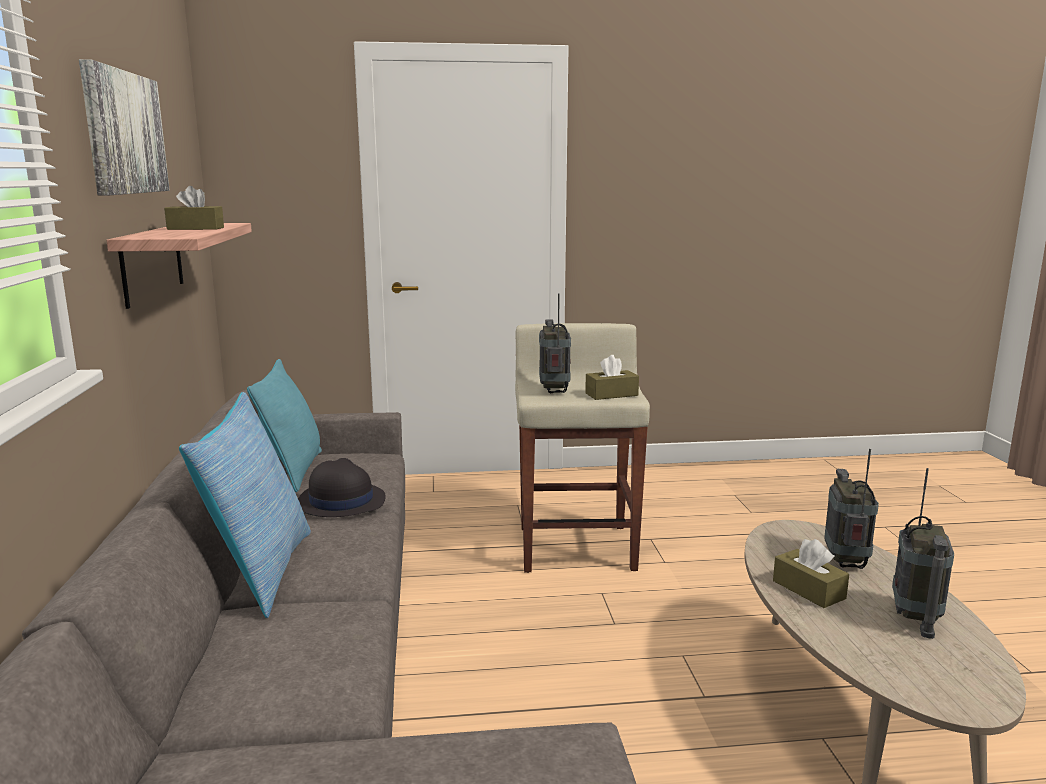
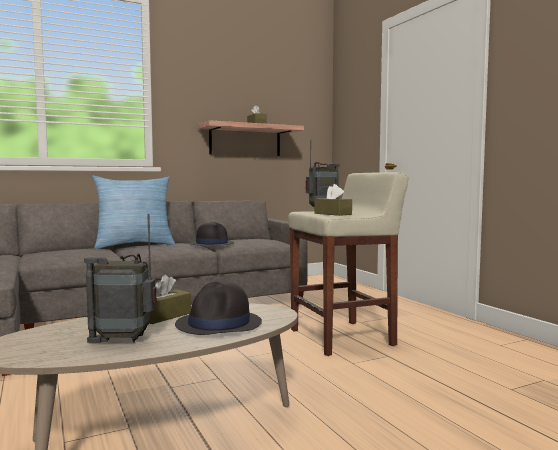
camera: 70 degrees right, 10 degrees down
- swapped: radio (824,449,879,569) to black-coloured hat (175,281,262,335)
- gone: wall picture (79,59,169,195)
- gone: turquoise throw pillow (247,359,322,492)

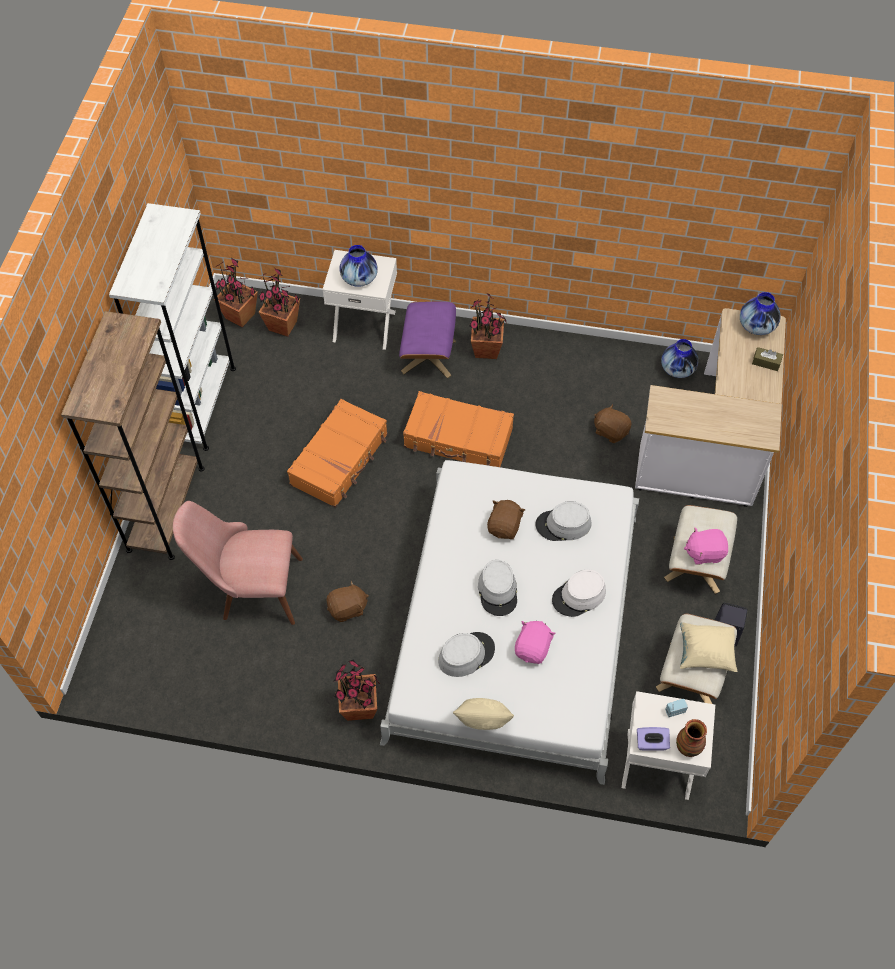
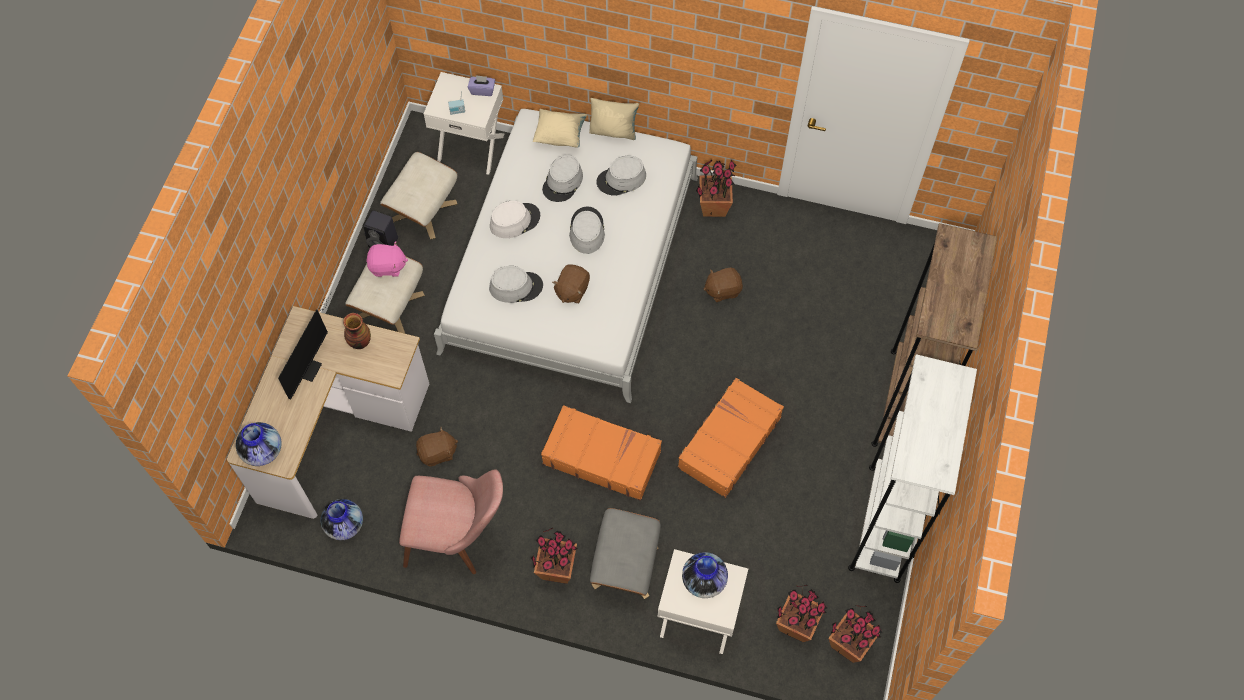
camera: 175 degrees left, 5 degrees up
- new: computer display (278,298,328,400)
- shifted: decorative vase (676,719,707,757) to (343,313,371,349)
- shifted: pinkish chair (173,501,303,625) to (399,470,503,574)
- rotated: brown-coloured cuddly toy (594,404,631,443) = (416,427,458,466) 60 degrees counterclockwise
- shifted: sand-coloured throw pillow (680,622,737,672) to (533,109,587,148)
- swapped: pinkish cuddly toy (515,621,556,664) to grey hat (542,155,583,202)
- repainted: purple-coloured pouffe (399,301,456,378) to grey pouffe (590,508,661,599)
- gone: brown-coloured box of tissues (752,347,783,371)

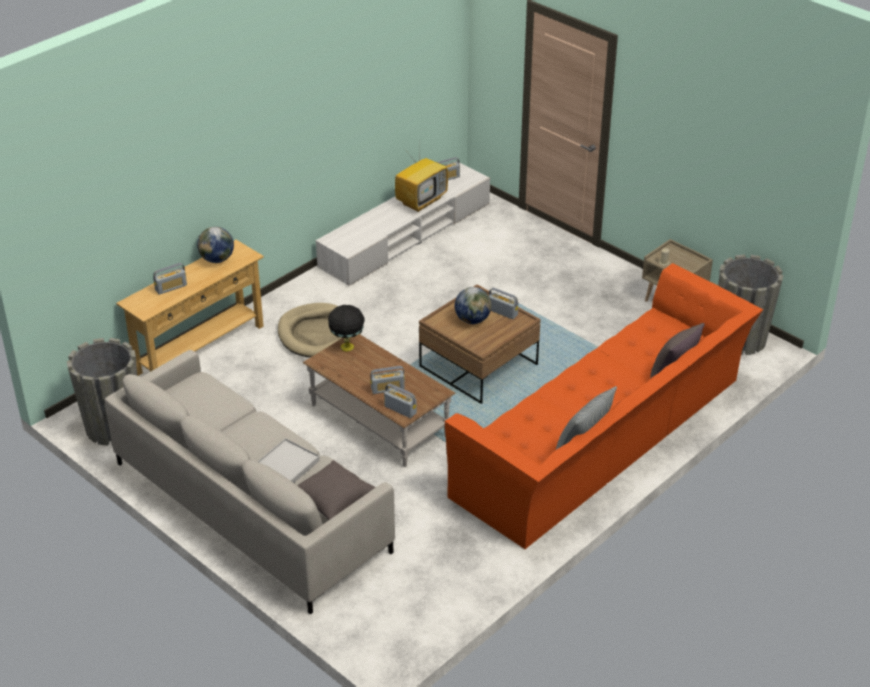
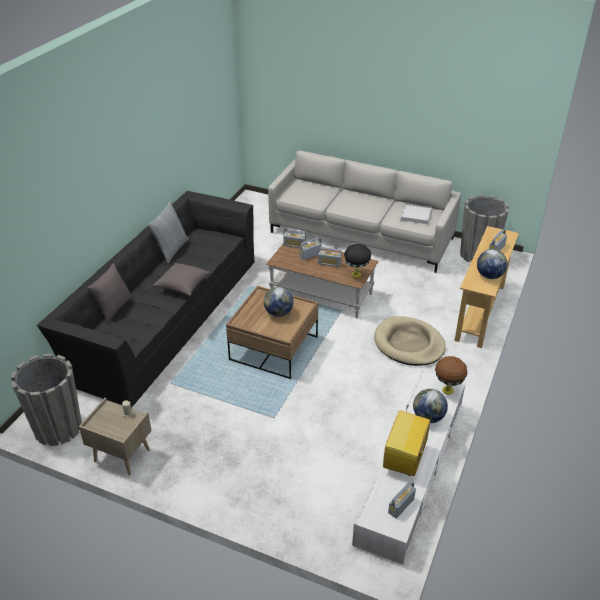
camera: 160 degrees right, 0 degrees up
- repainted: orange settee (445,263,763,549) to black-coloured settee (37,191,254,408)
- shifted: grey throw pillow (297,460,376,520) to (153,263,211,296)
- shifted: radio (489,288,518,319) to (318,247,342,267)
- shifted: whitish carrying tray (257,438,320,483) to (401,203,432,224)
- new: globe (413,389,448,423)
- new: brown-coloured table lamp (435,356,467,395)

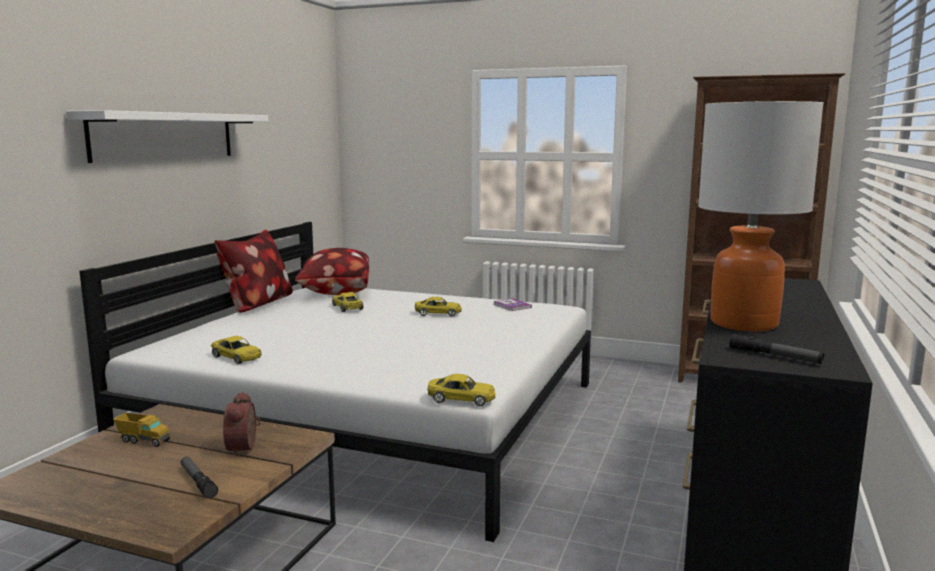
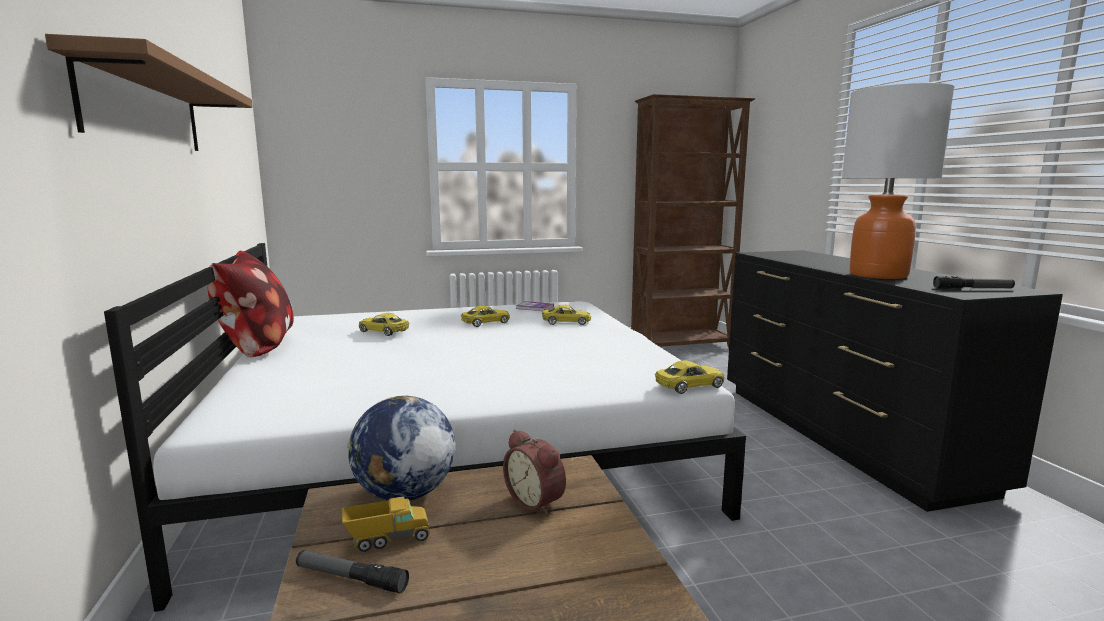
camera: 35 degrees left, 0 degrees up
- repainted: whitish shelf (66,110,269,163) to brown-coloured shelf (45,34,253,151)
- shifted: flashlight (181,457,218,499) to (296,550,409,593)
- new: globe (347,396,455,501)
- shifted: yellow toy car (211,336,261,364) to (542,305,591,325)
- gone: throw pillow (295,248,369,295)

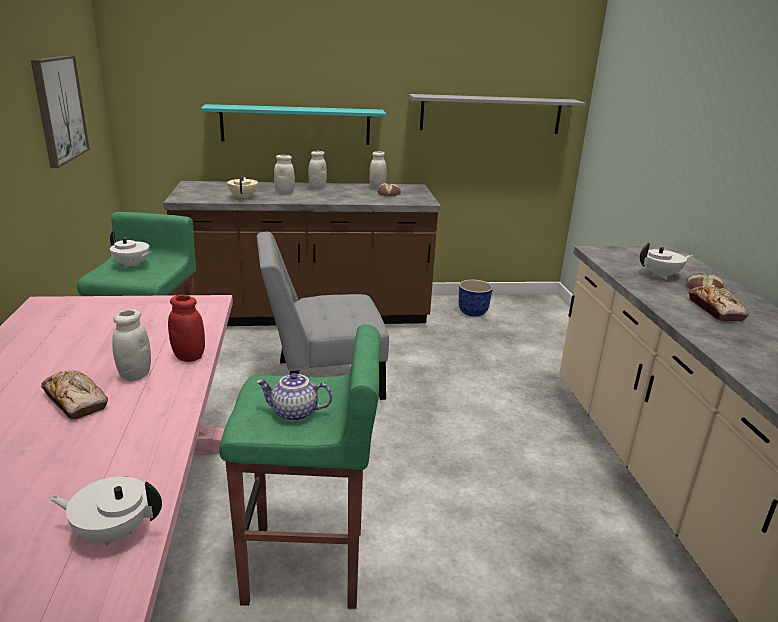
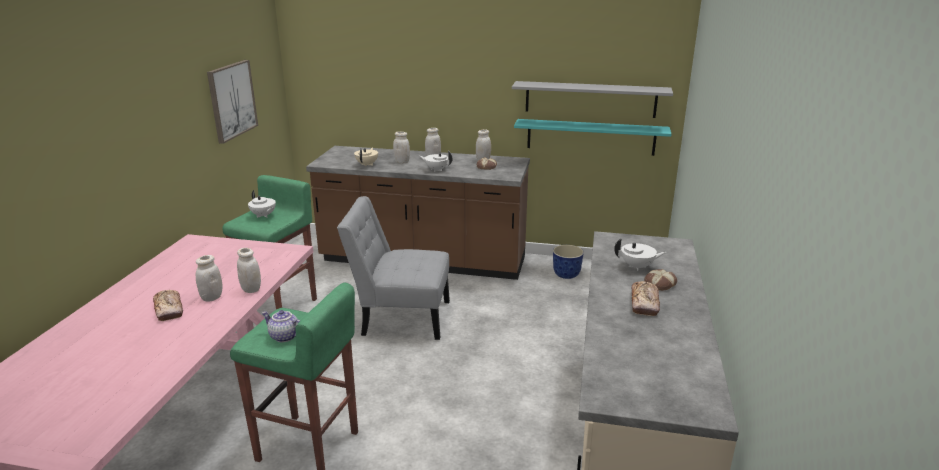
camera: 20 degrees right, 0 degrees up
- repainted: red-coloured preserve jar (168,295,205,362) to whitish preserve jar (237,248,261,293)
- shifted: whitish pot for tea (49,476,162,546) to (420,151,452,172)
- shifted: turquoise shelf (201,104,387,145) to (514,119,671,156)

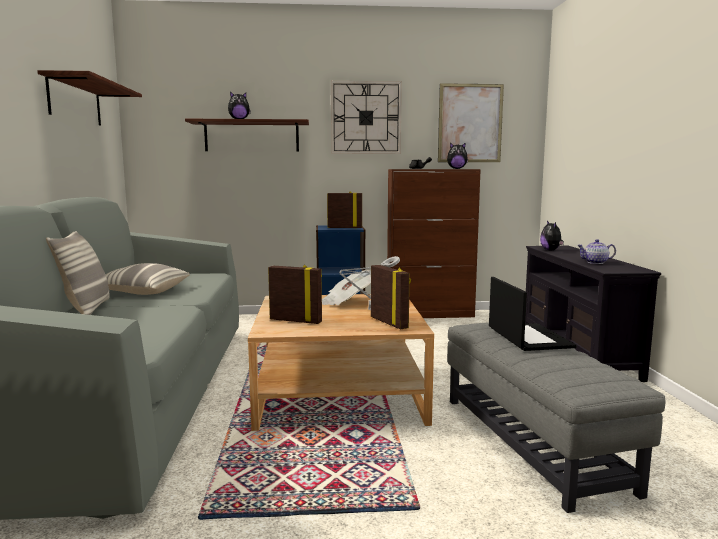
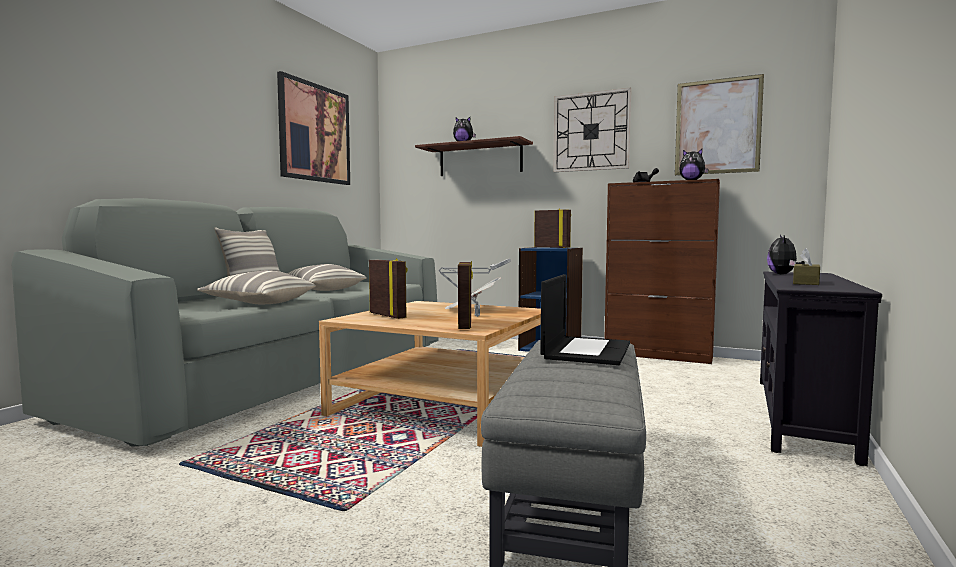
camera: 30 degrees right, 5 degrees down
- new: throw pillow (197,270,316,304)
- swapped: shelf (37,70,142,125) to wall picture (277,71,350,185)
- swapped: pot for tea (577,239,616,264) to brown-coloured box of tissues (793,248,820,285)

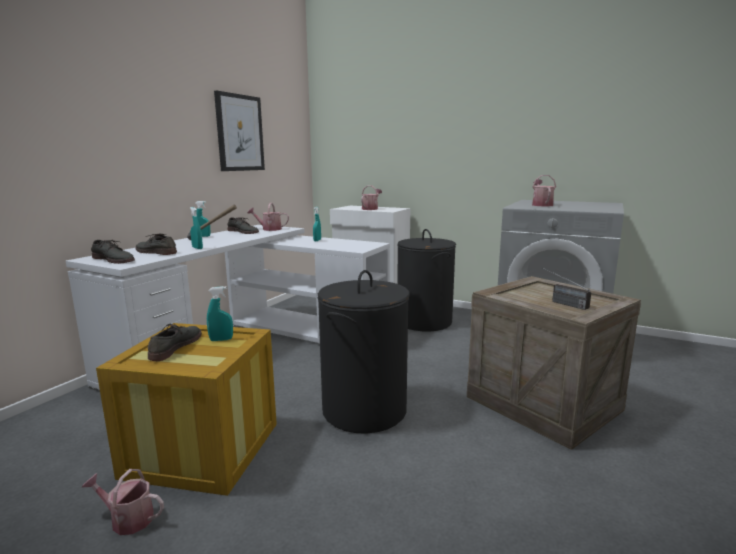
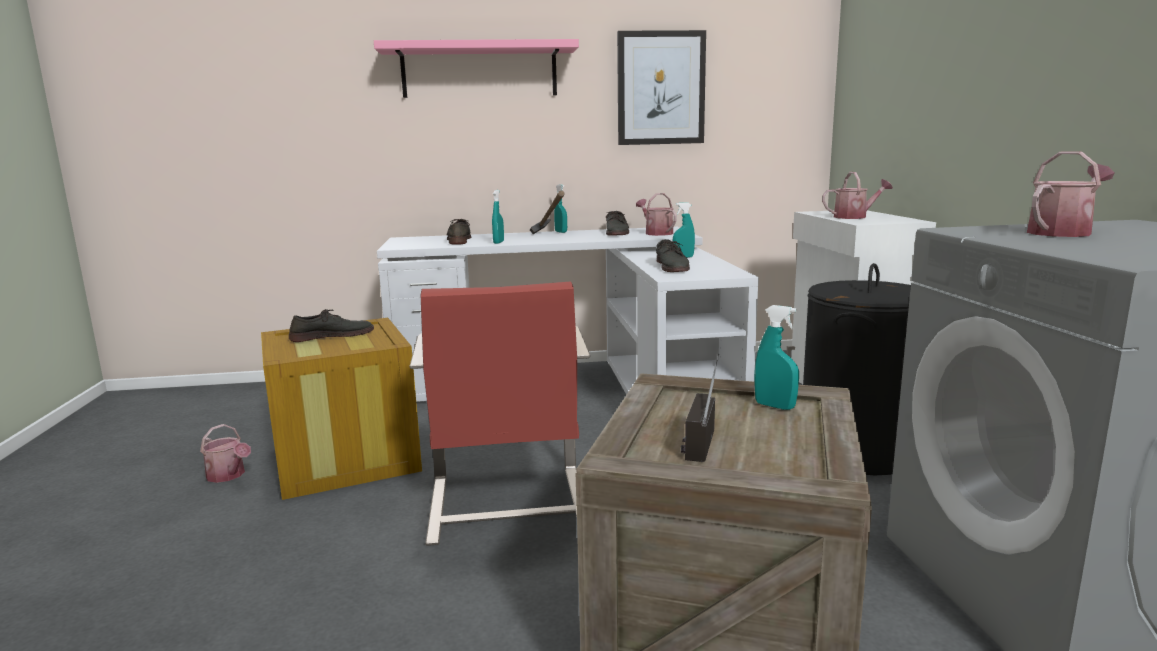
camera: 55 degrees right, 0 degrees up
- rotated: watering can (81,469,164,535) = (200,424,251,483) 150 degrees clockwise
- new: pinkish shelf (374,39,579,98)
- swapped: black-coloured laundry basket (317,270,409,434) to red-coloured chair (410,281,590,546)
- shifted: grey low shoe (91,240,135,264) to (656,239,690,272)
- shifted: turquoise spray bottle (207,286,233,341) to (754,305,799,410)

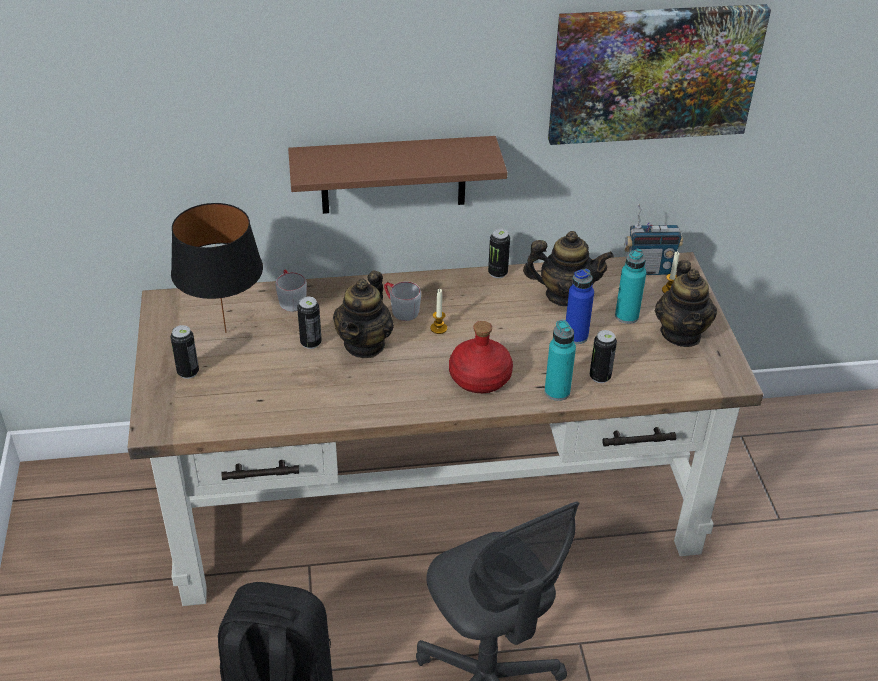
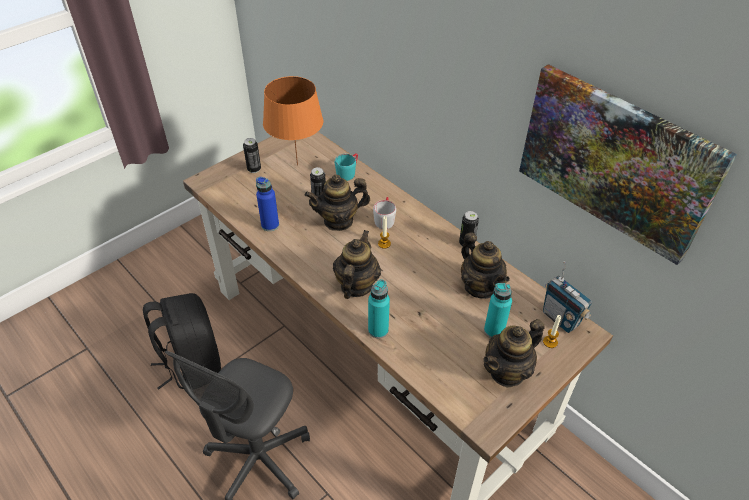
camera: 55 degrees right, 5 degrees up
- shifted: bluish bottle (566,269,594,344) to (256,177,279,231)
- repainted: black-coloured table lamp (171,203,263,333) to orange table lamp (263,76,323,165)
- swapped: red-coloured bottle (449,321,513,393) to pot for tea (333,230,381,299)
- repainted: grey coffee mug (275,270,307,311) to turquoise coffee mug (335,153,358,181)
- gone: brown-coloured shelf (288,136,508,214)
- gone: can (590,330,617,383)

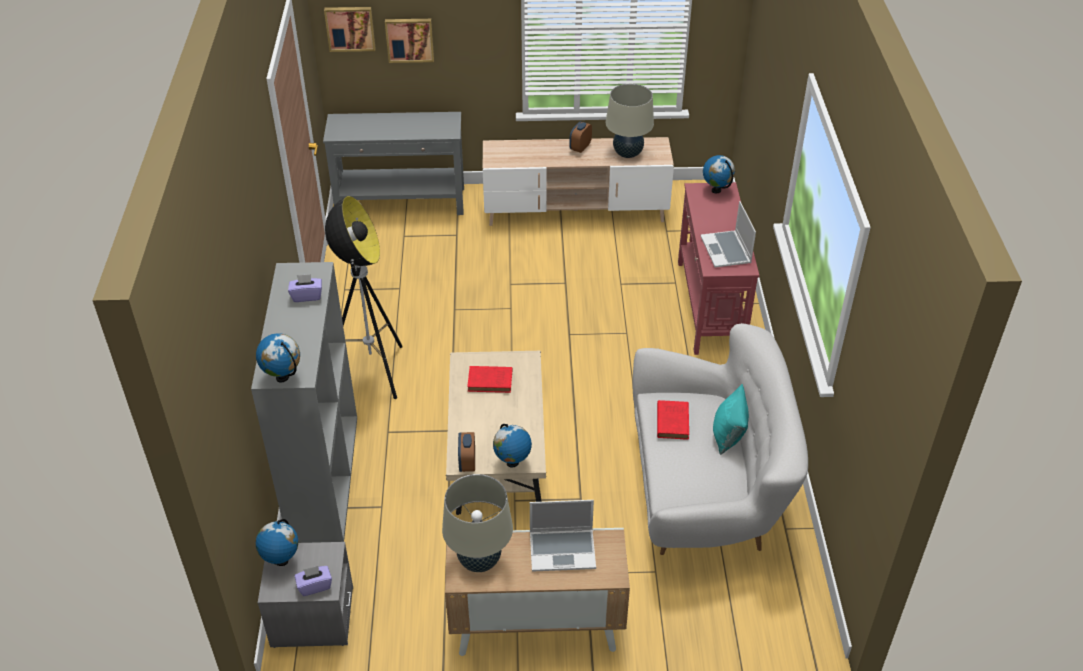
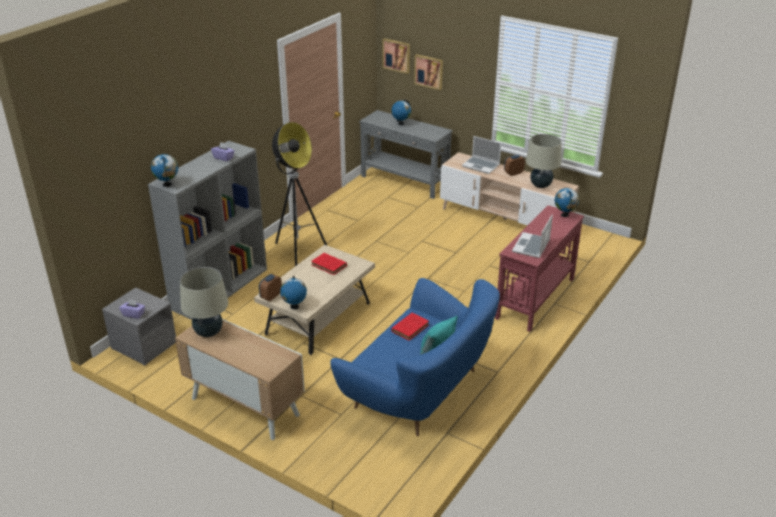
camera: 35 degrees right, 10 degrees down
- repainted: whitish settee (632,323,808,555) to bluish settee (330,278,500,436)
- shifted: globe (256,519,298,566) to (391,100,411,125)
- shifted: notebook computer (530,500,596,572) to (462,136,501,174)

